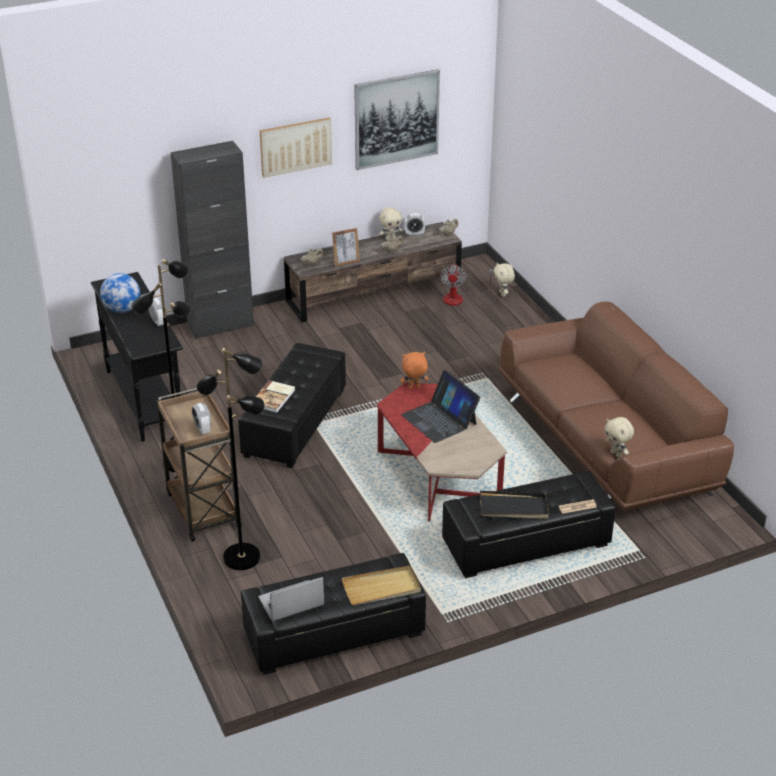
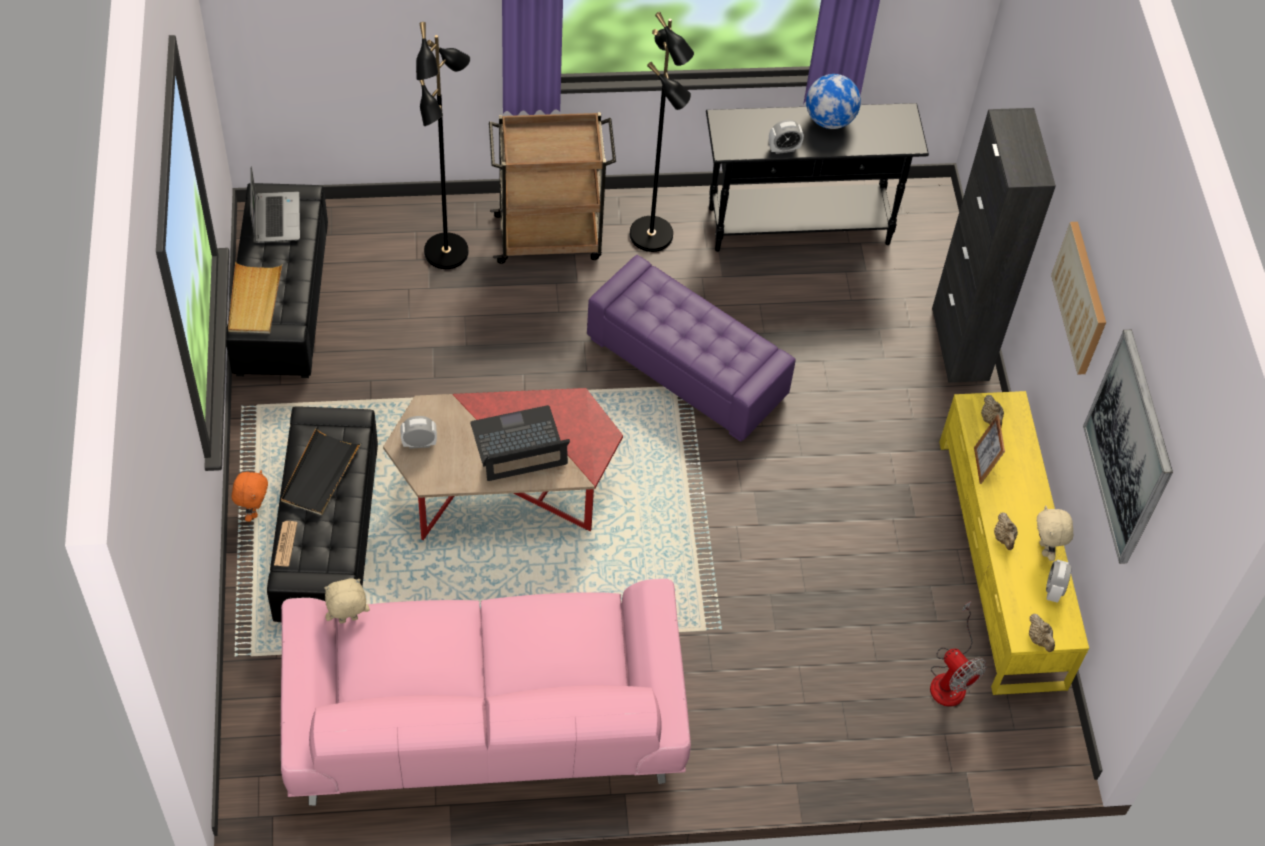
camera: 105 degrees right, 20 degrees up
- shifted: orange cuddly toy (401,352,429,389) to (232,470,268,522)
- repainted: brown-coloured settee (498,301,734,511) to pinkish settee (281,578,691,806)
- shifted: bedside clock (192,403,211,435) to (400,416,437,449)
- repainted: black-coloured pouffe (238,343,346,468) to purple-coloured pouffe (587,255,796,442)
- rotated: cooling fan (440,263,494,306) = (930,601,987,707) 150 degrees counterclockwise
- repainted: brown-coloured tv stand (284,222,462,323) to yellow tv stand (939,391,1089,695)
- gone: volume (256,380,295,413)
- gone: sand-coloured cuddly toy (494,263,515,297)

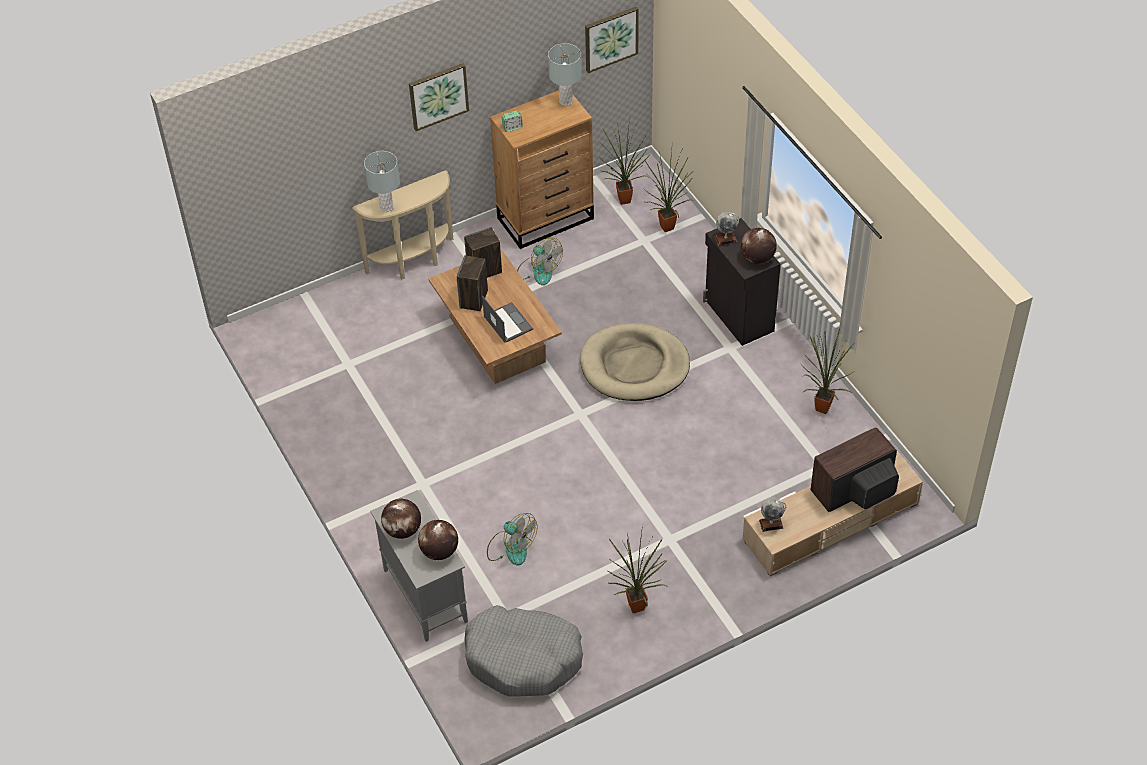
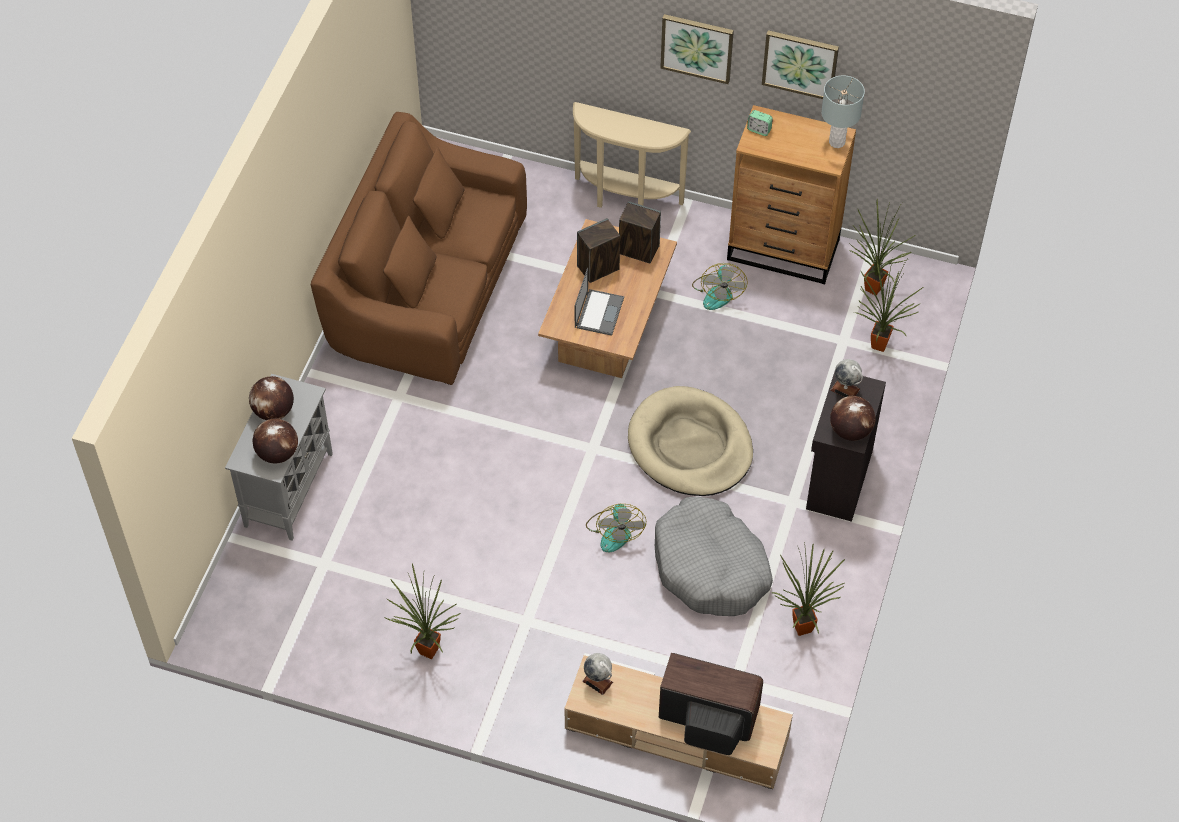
camera: 45 degrees right, 5 degrees up
- new: brown-coloured settee (311,112,527,385)
- shifted: cooling fan (487,513,537,565) to (586,504,646,552)
- shifted: grey dog cushion (465,605,583,697) to (655,497,773,616)
- shifted: wall picture (585,7,639,73) to (762,30,839,99)
- gone: grey table lamp (364,151,400,212)

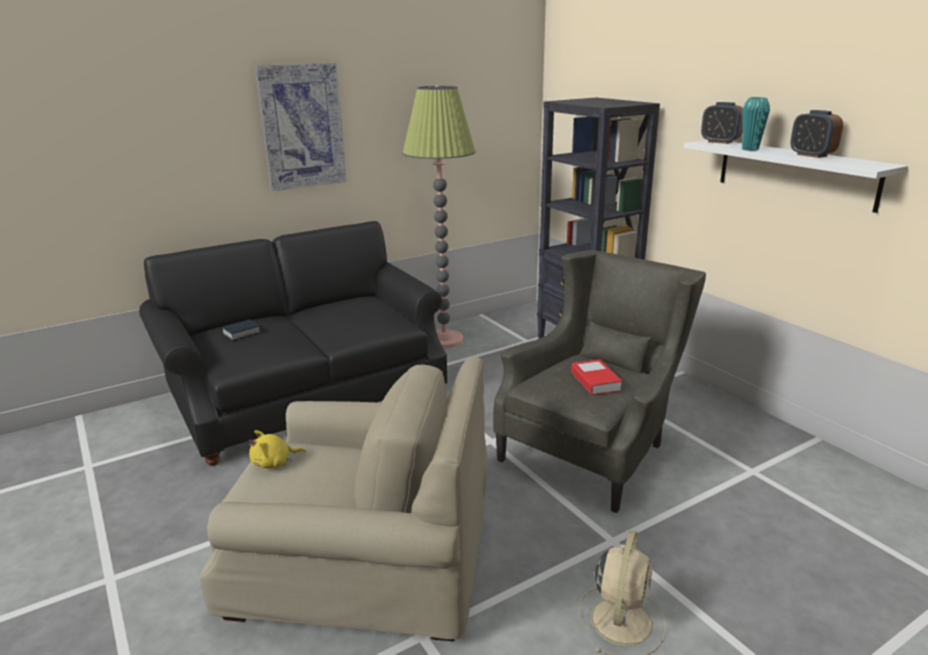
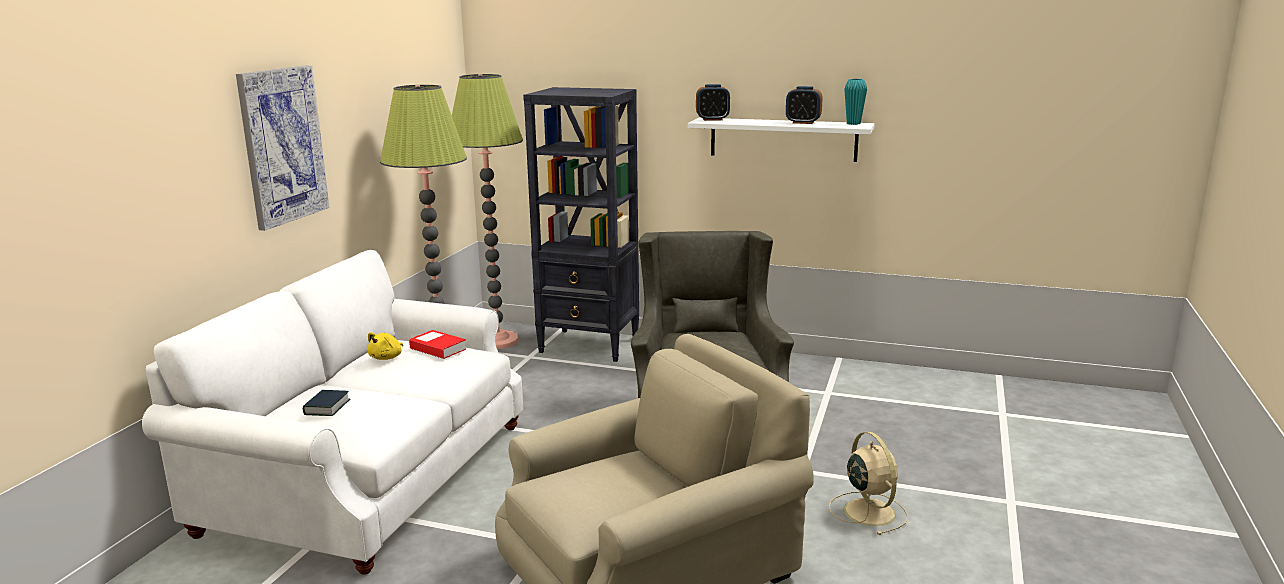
camera: 40 degrees left, 5 degrees down
- repainted: black-coloured settee (139,221,447,466) to whitish settee (142,250,523,575)
- shifted: yellow cuddly toy (249,430,306,469) to (367,332,403,360)
- shifted: volume (571,359,622,395) to (409,330,466,359)
- new: standing lamp (452,74,523,349)
- shifted: turquoise decorative vase (742,97,770,151) to (844,79,867,125)

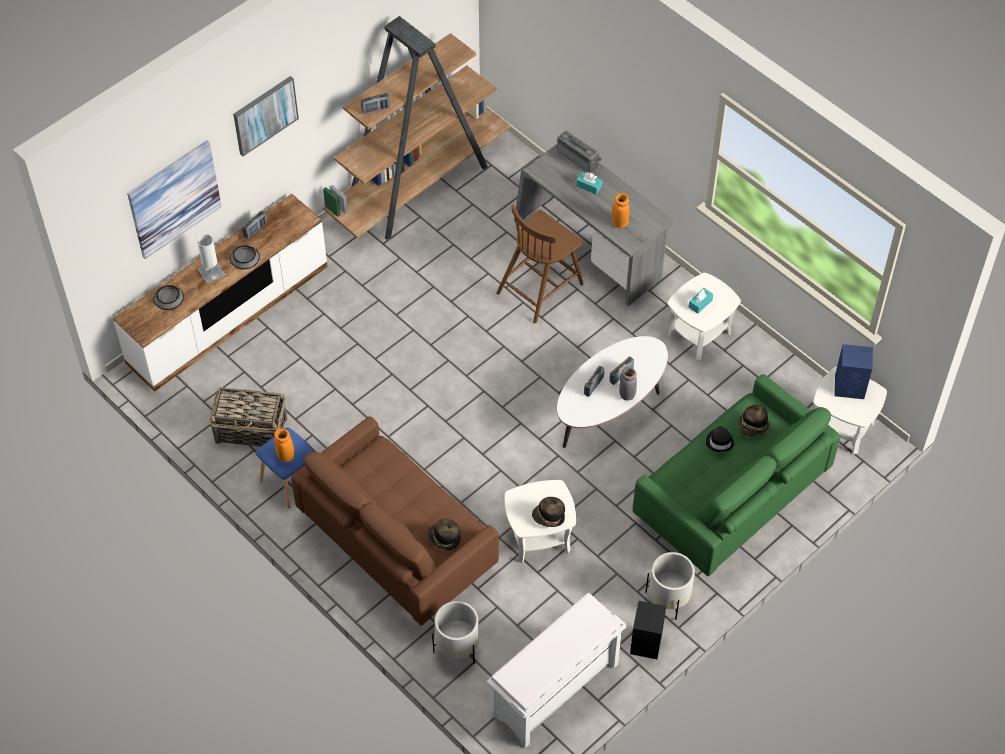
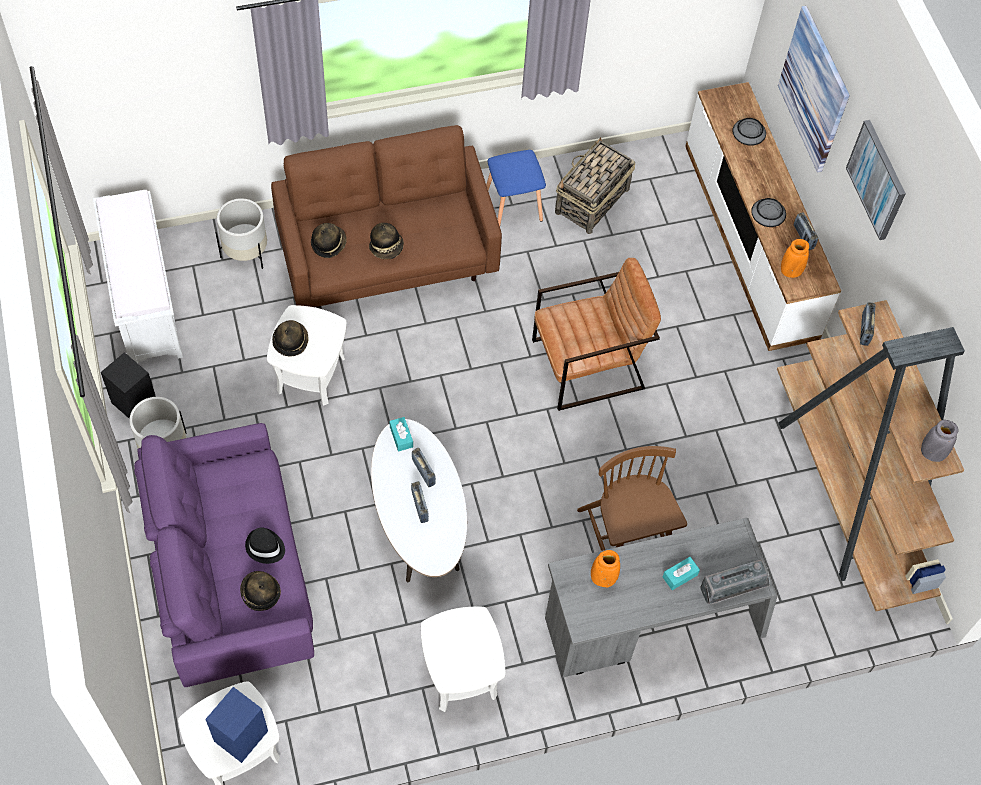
camera: 115 degrees right, 5 degrees up
- repainted: greenish settee (633,374,840,576) to purple-coloured settee (134,423,314,687)
- new: hat (369,223,404,259)
- shifted: turquoise box of tissues (689,288,713,314) to (389,417,413,451)
- new: brown-coloured easy chair (532,258,661,411)
- shifted: orange decorative vase (274,429,294,462) to (781,239,809,278)
- shifted: grey decorative vase (619,366,637,400) to (921,420,958,462)
- gone: whitish table lamp (197,234,225,283)

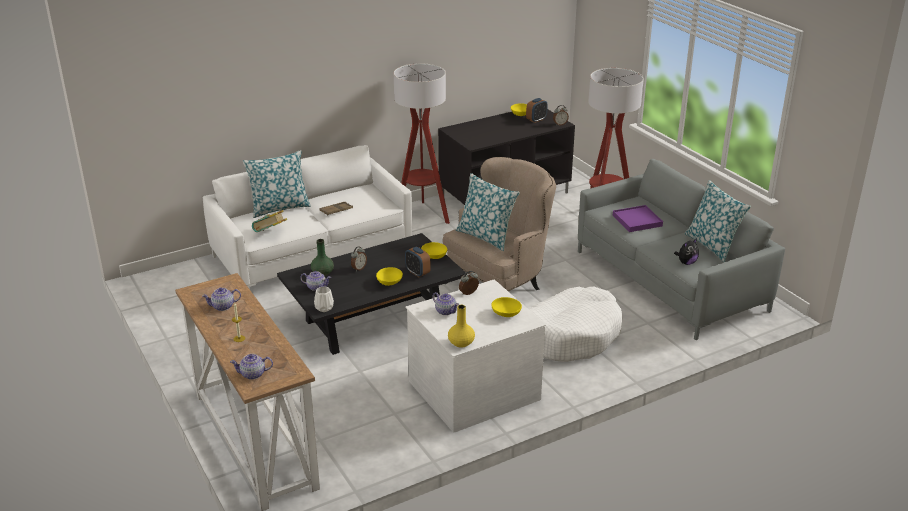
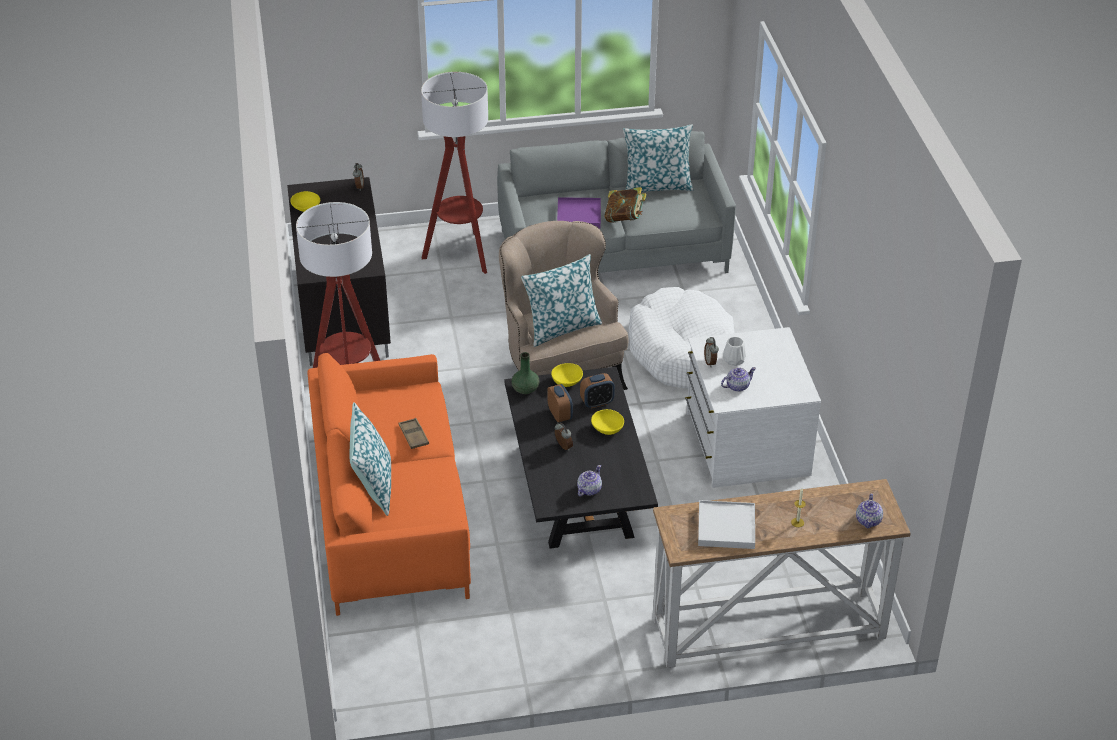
camera: 70 degrees left, 10 degrees up
- repainted: whitish settee (203,145,412,287) to orange settee (307,353,471,616)
- shifted: greenish decorative vase (311,239,334,276) to (511,352,539,394)
- shifted: bedside clock (526,98,548,123) to (547,384,573,422)
- shifted: volume (252,210,287,232) to (604,187,646,223)
- swapped: pot for tea (202,288,241,311) to whitish carrying tray (698,500,755,549)
- shifted: whitish decorative vase (314,286,334,312) to (723,337,746,366)
- gone: yellow decorative vase (448,305,475,348)
- gone: yellow serving bowl (491,297,522,317)
- gone: cuddly toy (674,238,699,265)

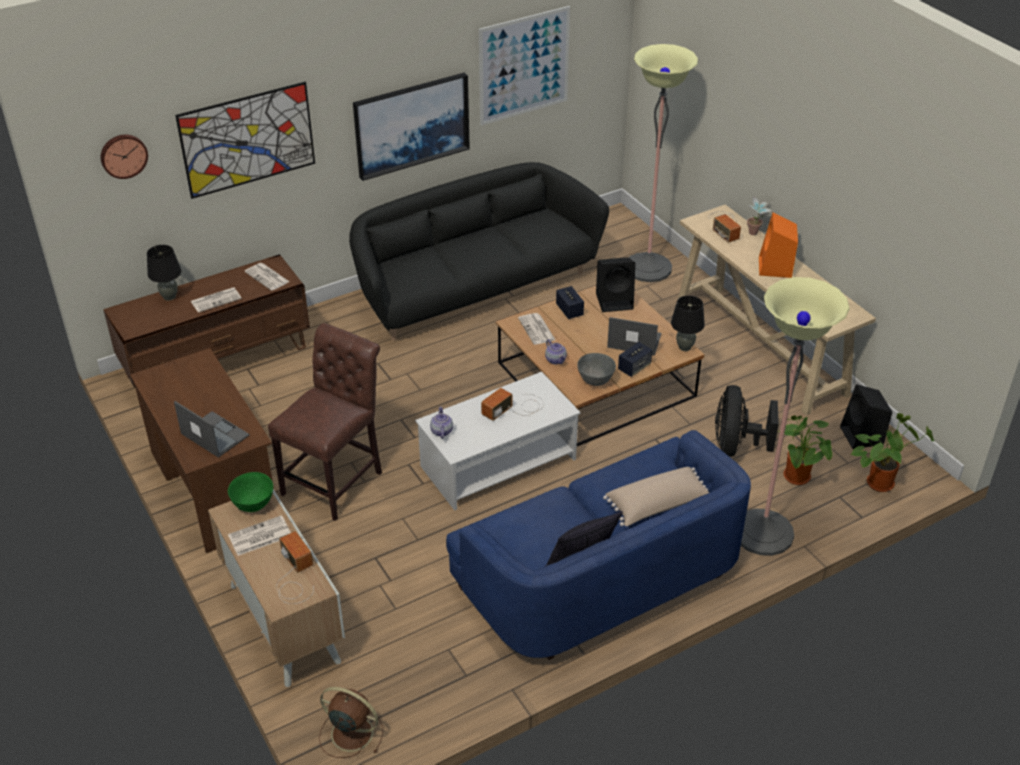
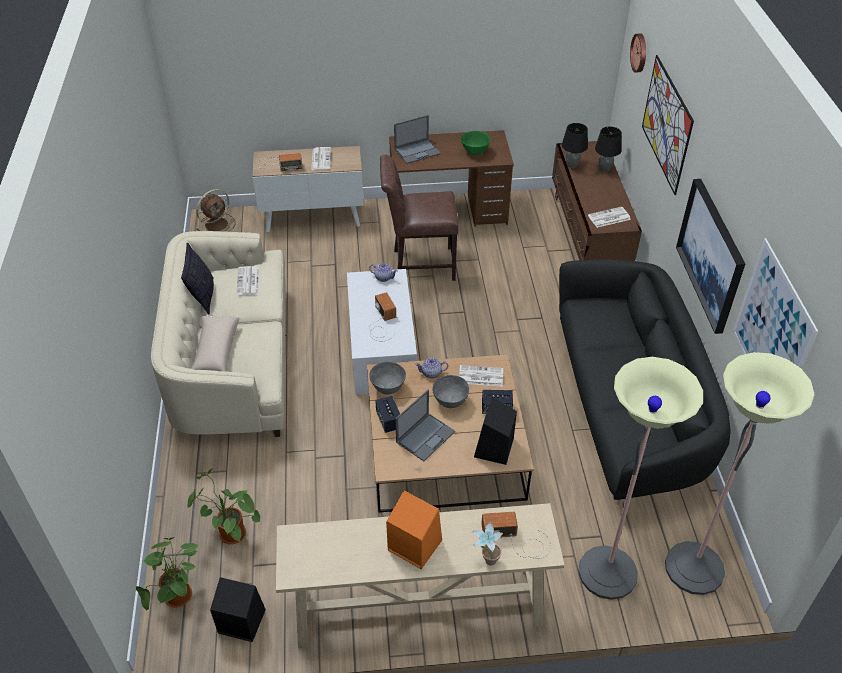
camera: 115 degrees right, 5 degrees up
- repainted: bluish settee (446,430,751,660) to sand-coloured settee (151,231,285,437)
- shifted: printed paper (191,287,242,313) to (237,266,259,296)
- rotated: brown-coloured chair (268,323,382,521) = (380,155,459,281) 120 degrees clockwise
- new: grey serving bowl (432,375,469,408)
- shifted: greenish serving bowl (228,472,273,512) to (461,131,491,155)
- shifted: black-coloured table lamp (671,295,705,351) to (562,123,588,168)
- shifted: standing lamp (741,277,850,556) to (665,352,815,595)
- gone: black-coloured cooling fan (715,385,779,457)

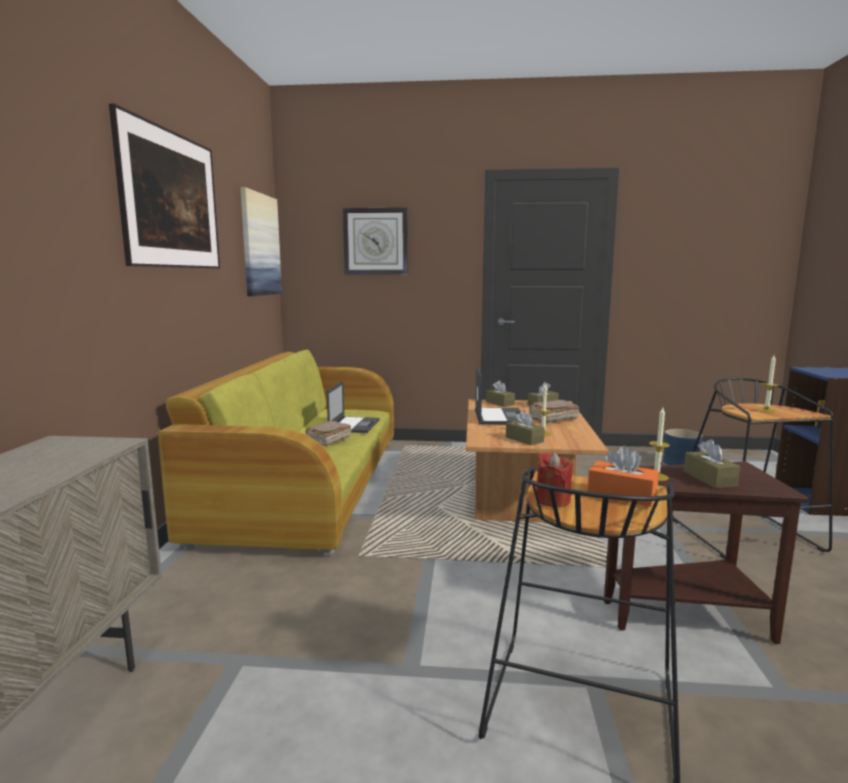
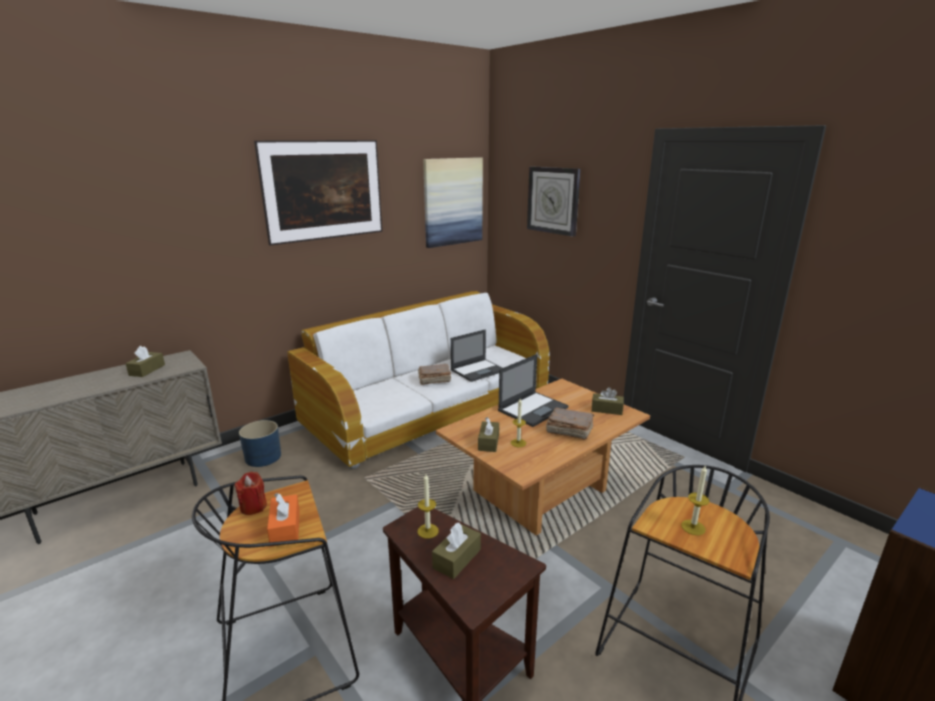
camera: 45 degrees right, 10 degrees up
- shifted: brown-coloured box of tissues (486,380,515,407) to (126,346,165,377)
- shifted: bluish flower pot (663,429,703,465) to (239,420,281,467)
- repainted: greenish settee (158,350,394,557) to whitish settee (287,291,550,469)

